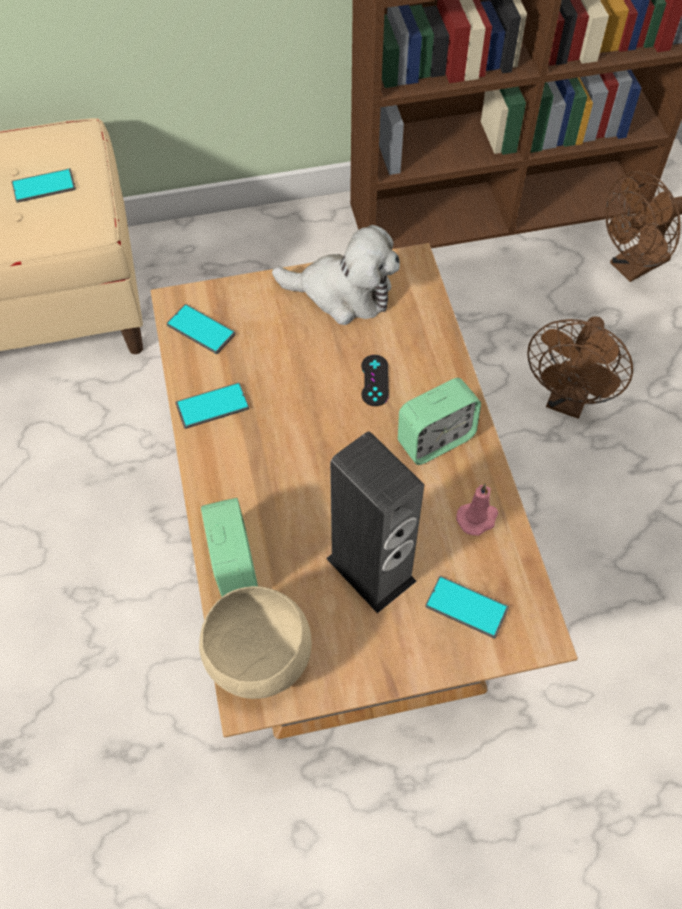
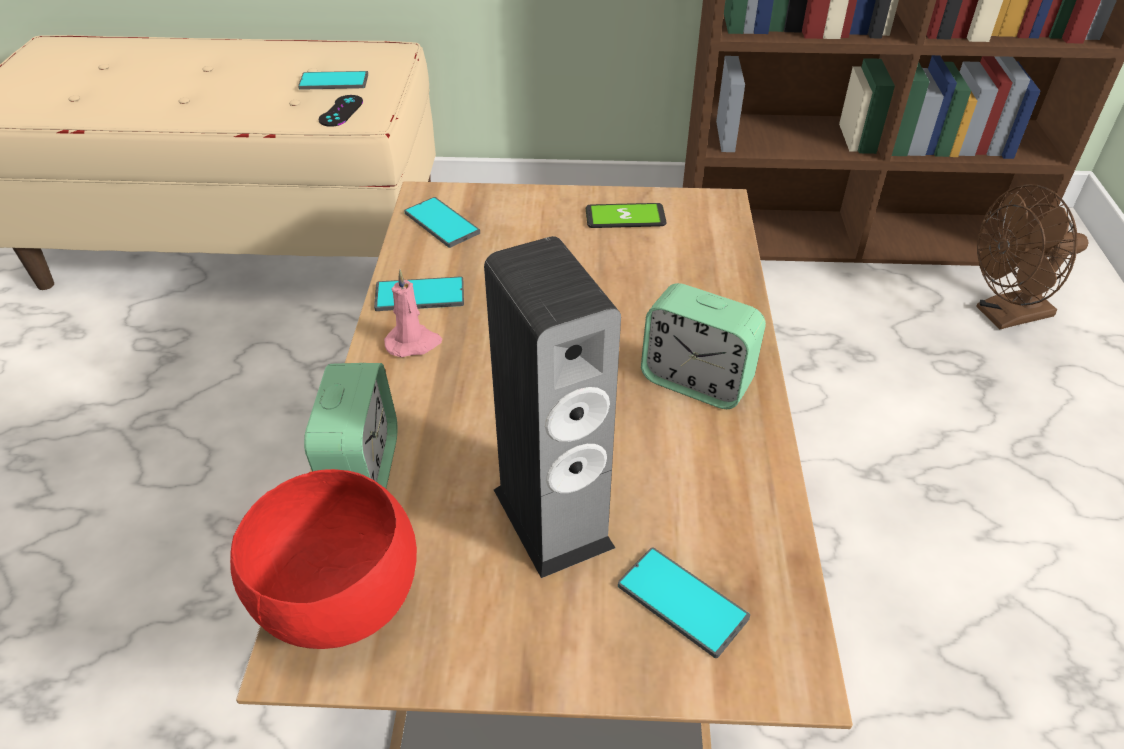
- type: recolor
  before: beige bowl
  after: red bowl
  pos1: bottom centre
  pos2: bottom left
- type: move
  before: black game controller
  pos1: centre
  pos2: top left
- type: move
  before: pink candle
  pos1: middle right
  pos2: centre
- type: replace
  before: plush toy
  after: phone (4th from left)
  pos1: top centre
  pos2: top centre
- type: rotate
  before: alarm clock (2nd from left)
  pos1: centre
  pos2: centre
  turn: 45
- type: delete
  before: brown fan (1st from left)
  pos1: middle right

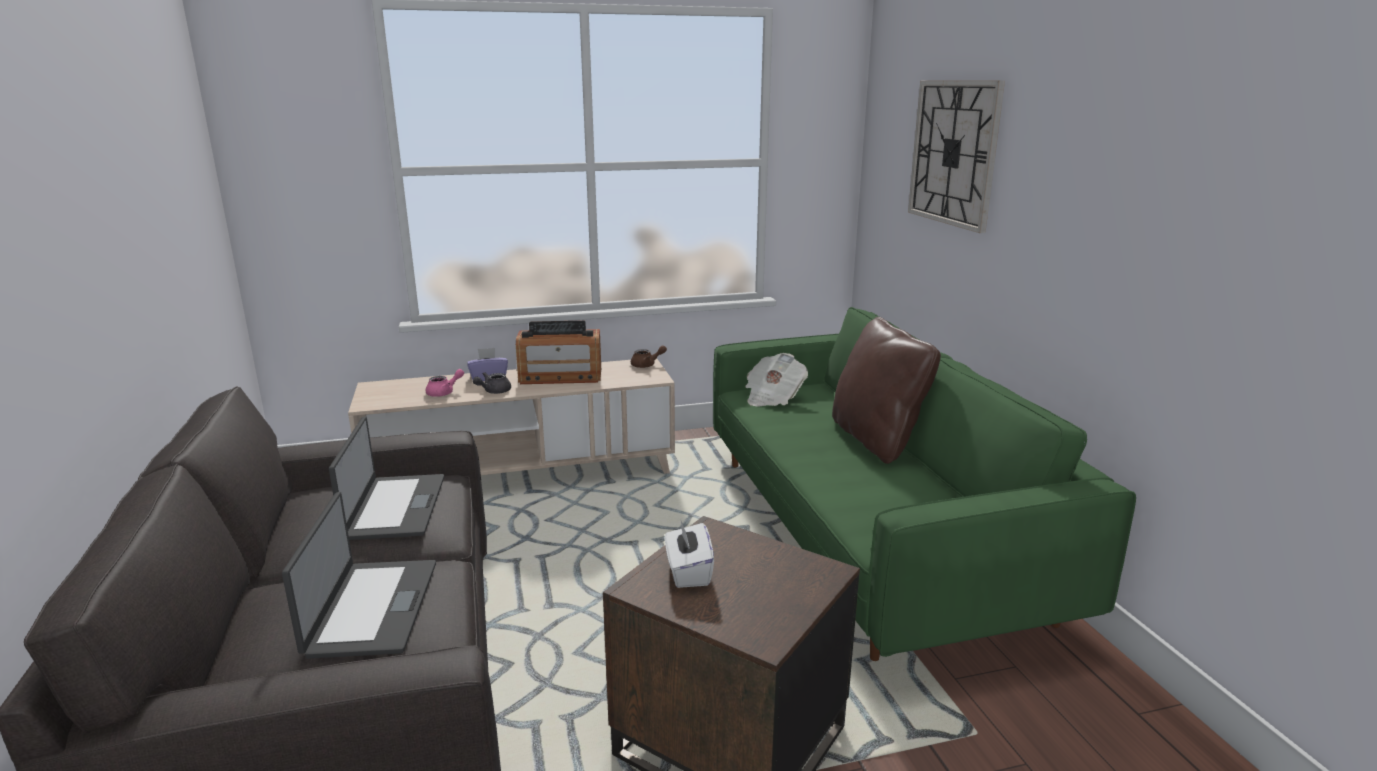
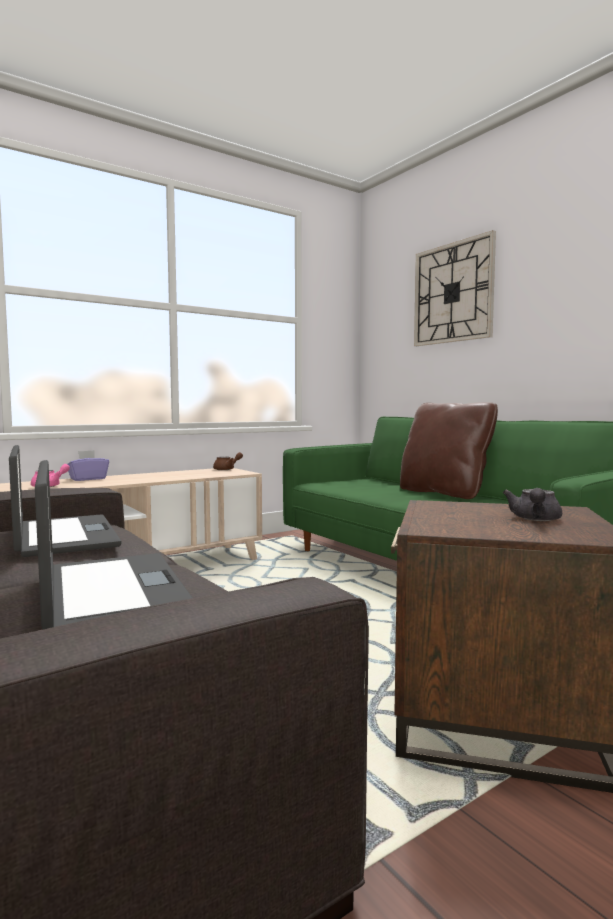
- type: move
  before: grey teapot
  pos1: centre
  pos2: middle right
- type: delete
  before: radio
  pos1: centre
- type: delete
  before: white tissue box
  pos1: bottom centre
- type: delete
  before: newspaper
  pos1: centre

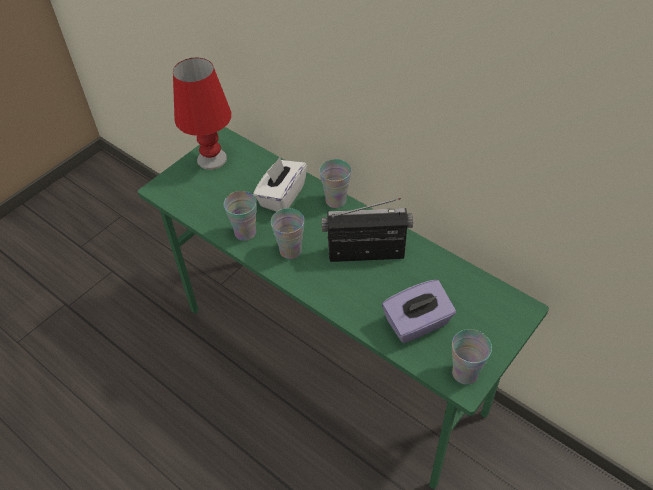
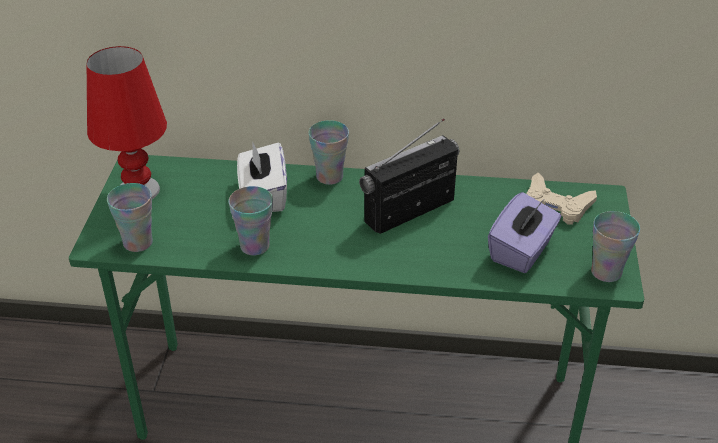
- type: move
  before: cup (2nd from left in the first image)
  after: cup (1st from left)
  pos1: centre
  pos2: middle left
- type: insert
  after: beige game controller
  pos2: middle right

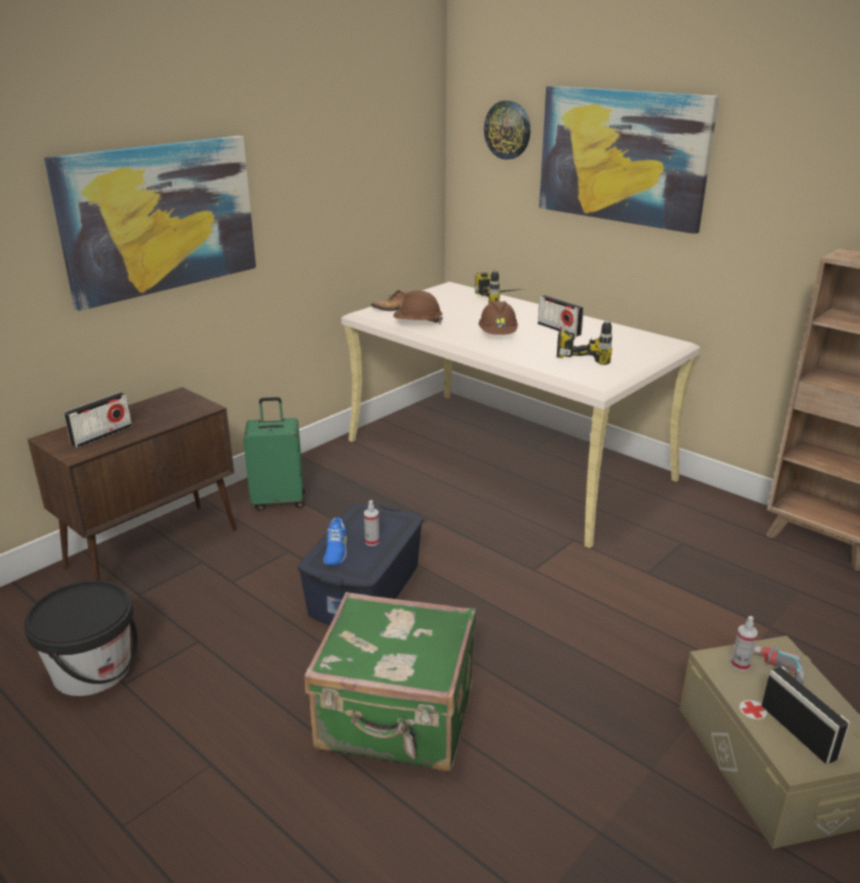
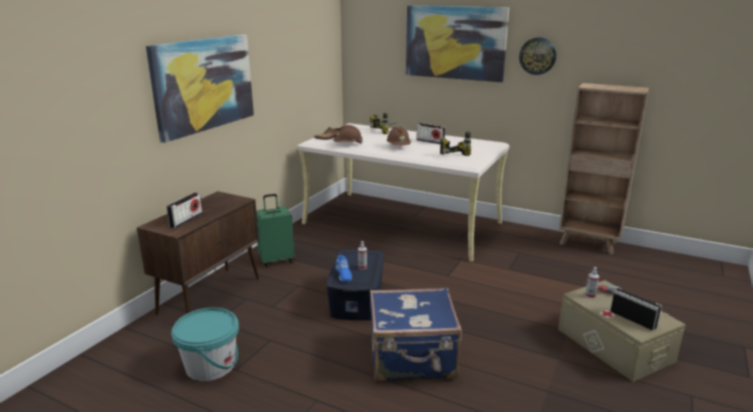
- type: recolor
  before: black bucket
  after: turquoise bucket
  pos1: bottom left
  pos2: bottom left
- type: recolor
  before: green suitcase (2nd from left)
  after: blue suitcase
  pos1: bottom centre
  pos2: bottom centre
- type: move
  before: wall clock
  pos1: top centre
  pos2: top right

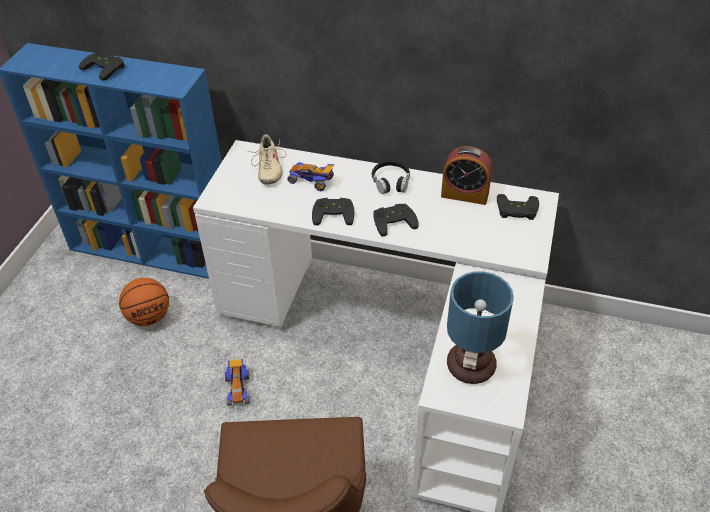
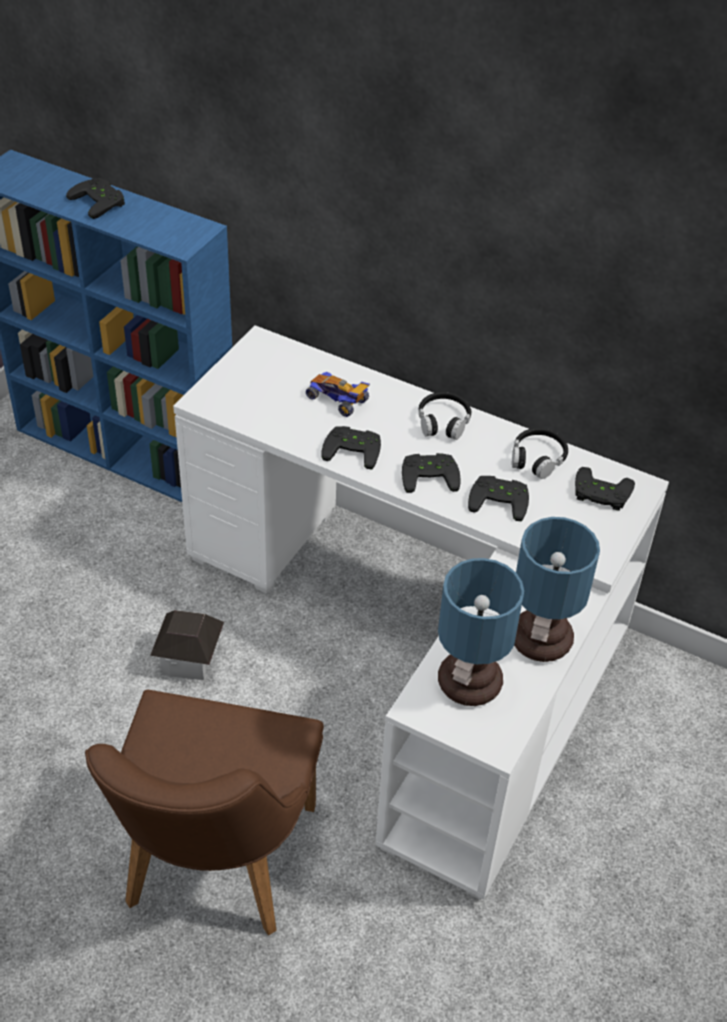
- type: replace
  before: toy car (1st from left)
  after: toy house
  pos1: bottom centre
  pos2: middle left
- type: insert
  after: black game controller (4th from left)
  pos2: middle right
- type: replace
  before: alarm clock
  after: black headphones (2nd from left)
  pos1: centre
  pos2: middle right
- type: insert
  after: table lamp (2nd from left)
  pos2: middle right
- type: delete
  before: basketball
  pos1: middle left
- type: delete
  before: beige shoe
  pos1: top centre

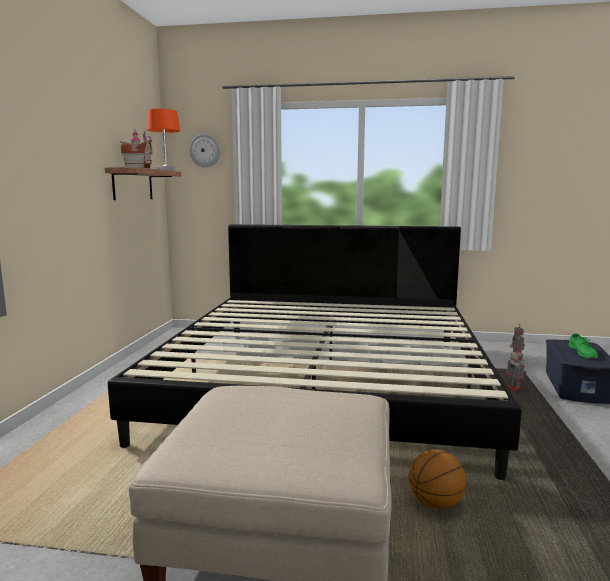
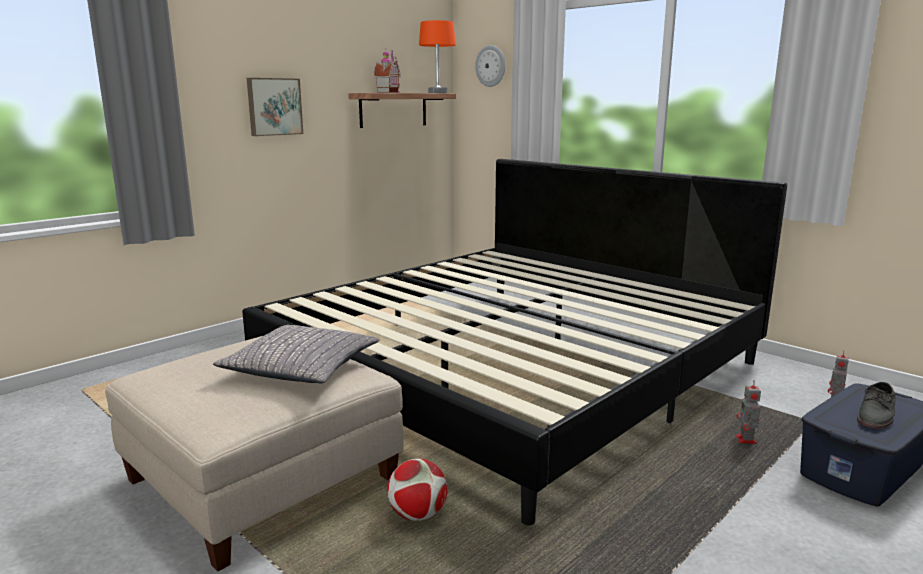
- type: insert
  after: grey pillow
  pos2: middle left
- type: insert
  after: picture
  pos2: top left
- type: replace
  before: basketball
  after: football
  pos1: bottom right
  pos2: bottom centre
- type: recolor
  before: green shoe
  after: grey shoe
  pos1: middle right
  pos2: bottom right

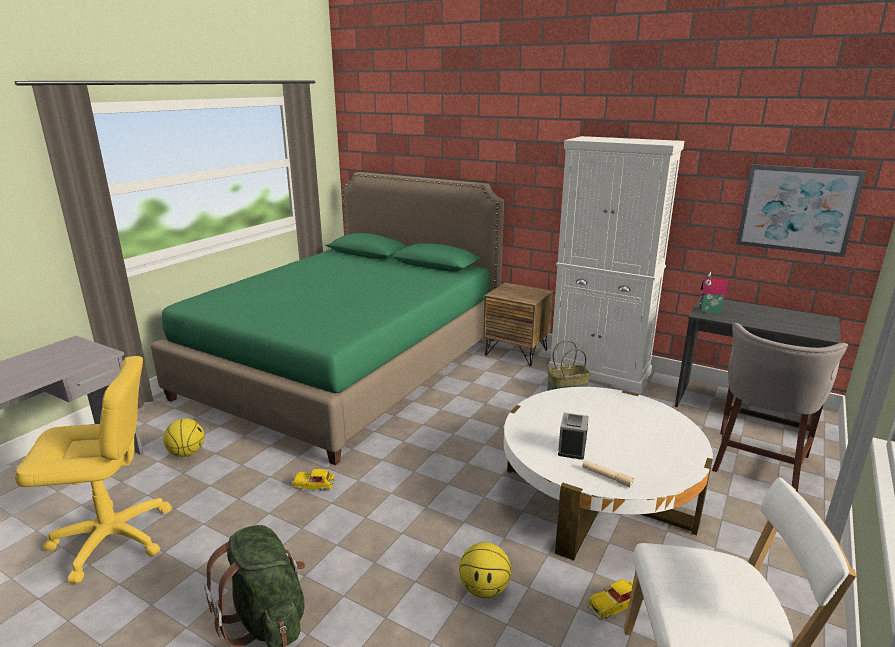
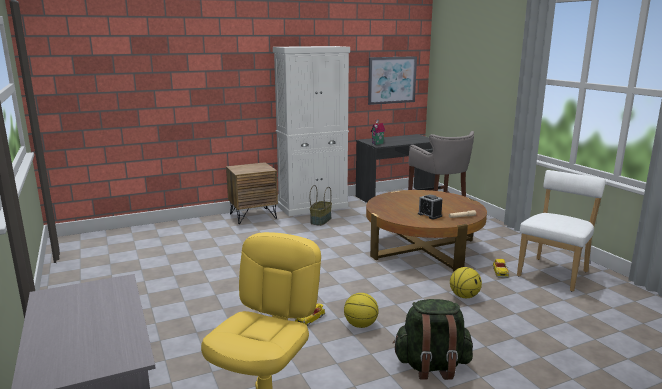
- type: move
  before: basketball (1st from left)
  pos1: bottom left
  pos2: bottom centre
- type: recolor
  before: white coffee table
  after: brown coffee table
  pos1: bottom right
  pos2: centre
- type: delete
  before: green bed
  pos1: centre

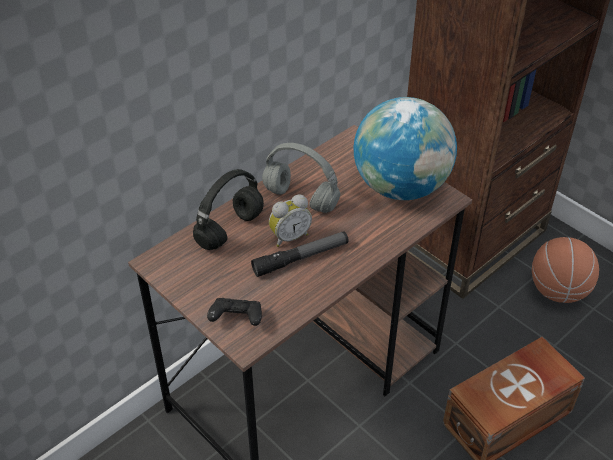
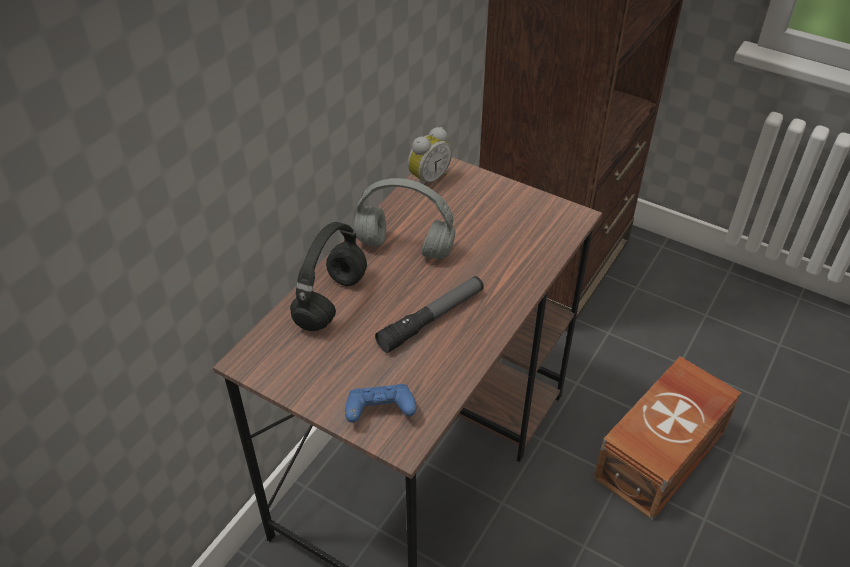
- type: recolor
  before: black game controller
  after: blue game controller
  pos1: bottom centre
  pos2: bottom centre
- type: move
  before: alarm clock
  pos1: centre
  pos2: top centre
- type: delete
  before: globe
  pos1: top centre
- type: delete
  before: basketball
  pos1: middle right

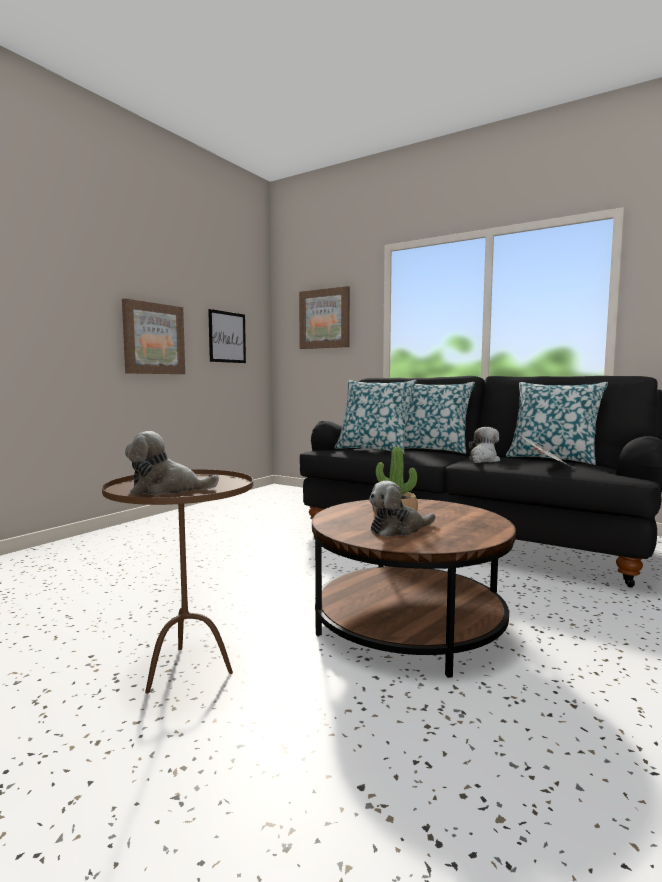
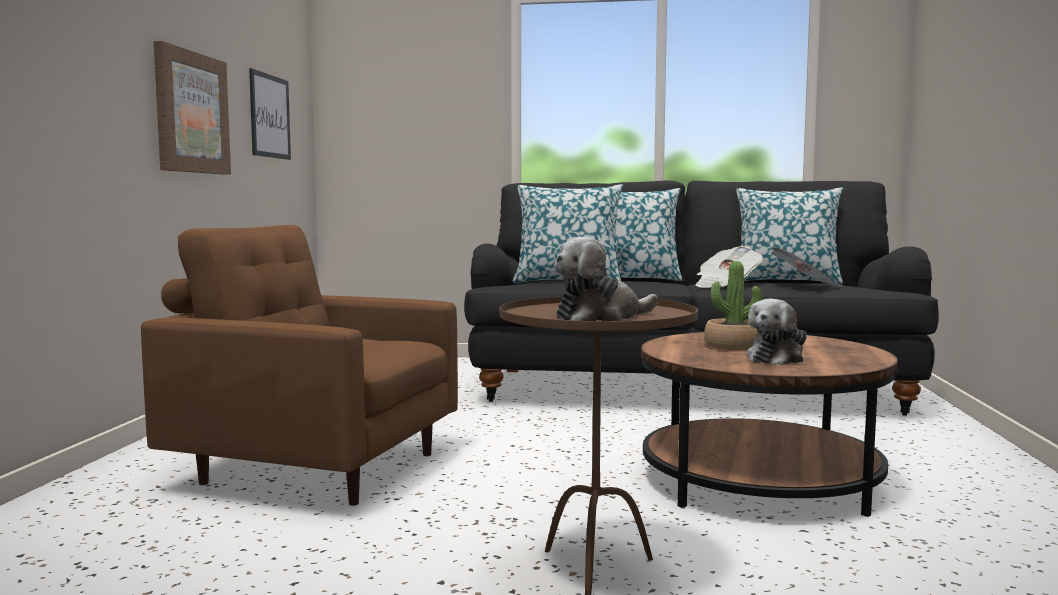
- type: insert
  after: brown armchair
  pos2: middle left
- type: replace
  before: plush toy (3rd from left)
  after: newspaper (1st from left)
  pos1: middle right
  pos2: middle right
- type: delete
  before: picture (3rd from left)
  pos1: centre

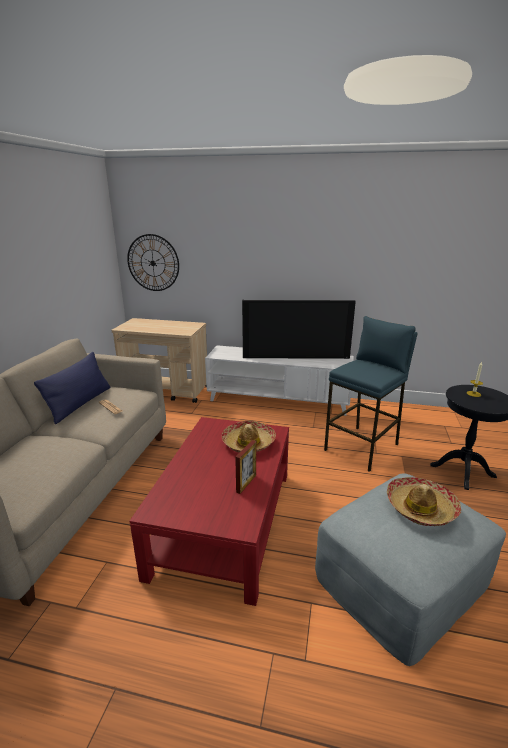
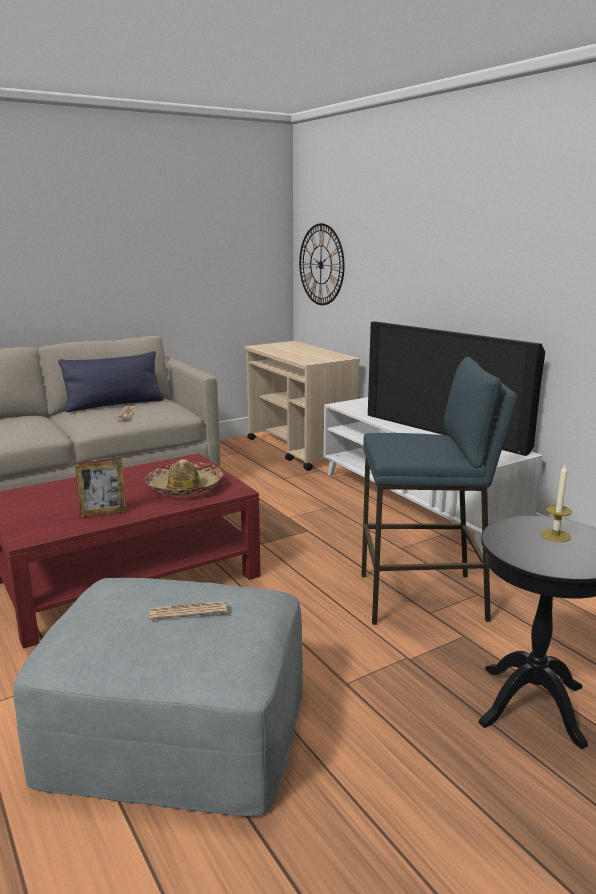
- type: replace
  before: hat (2nd from left)
  after: newspaper (2nd from left)
  pos1: bottom right
  pos2: bottom left

